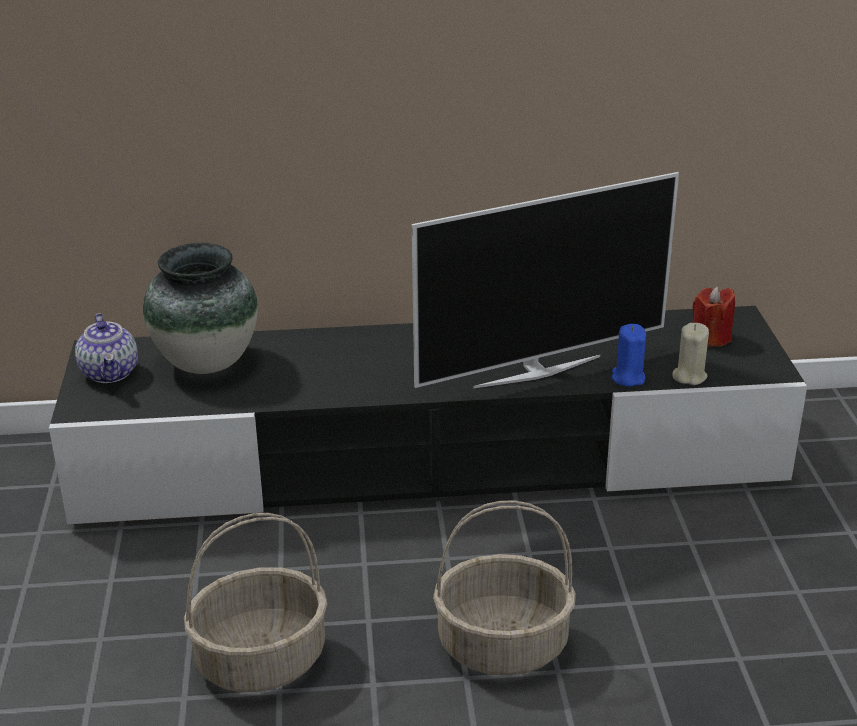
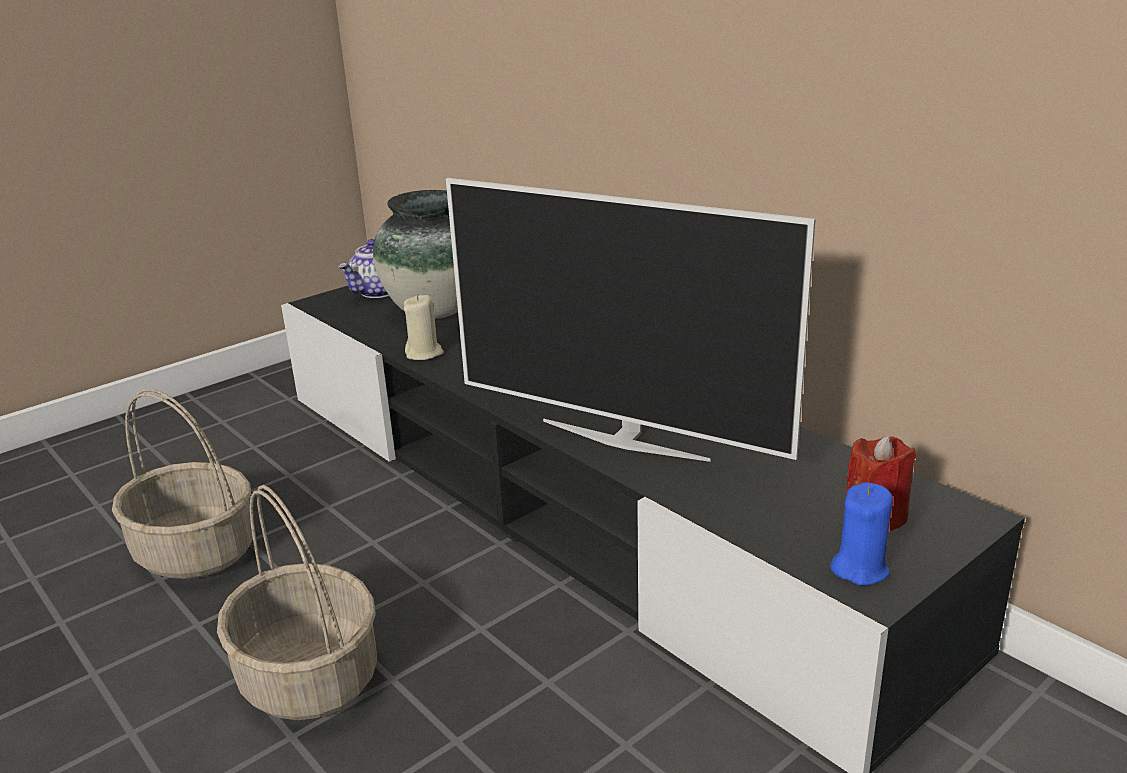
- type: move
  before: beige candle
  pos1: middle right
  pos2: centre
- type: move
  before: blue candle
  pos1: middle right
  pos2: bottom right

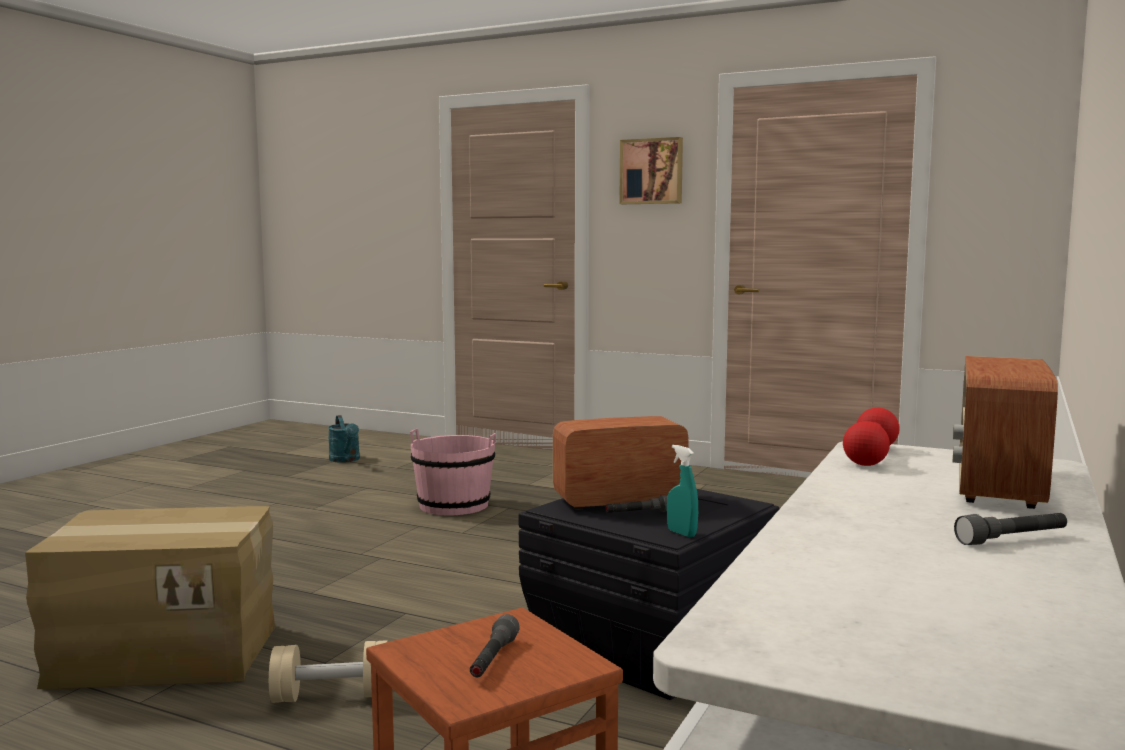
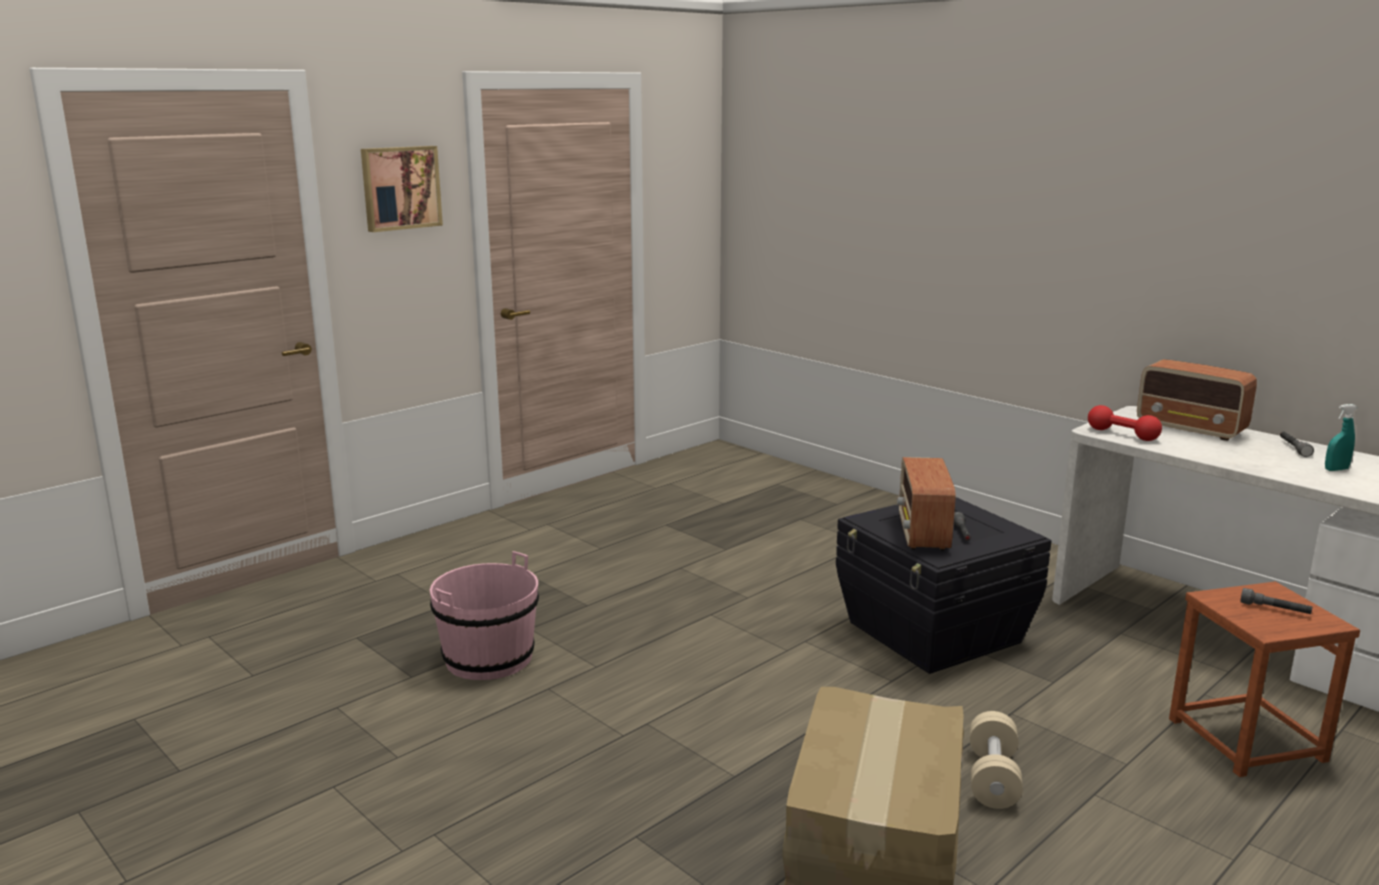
- type: move
  before: turquoise spray bottle
  pos1: centre
  pos2: middle right
- type: delete
  before: turquoise watering can
  pos1: middle left

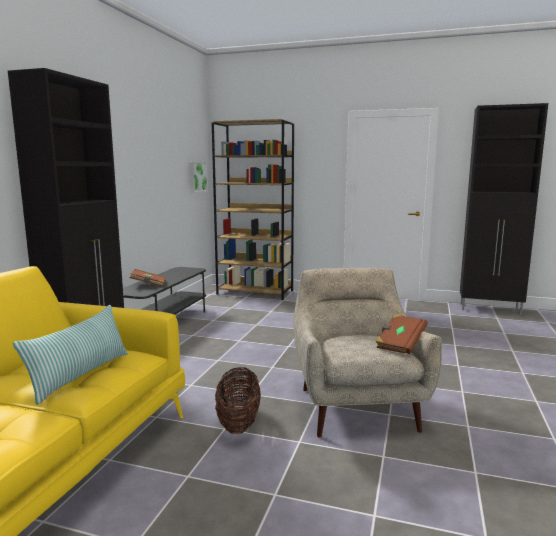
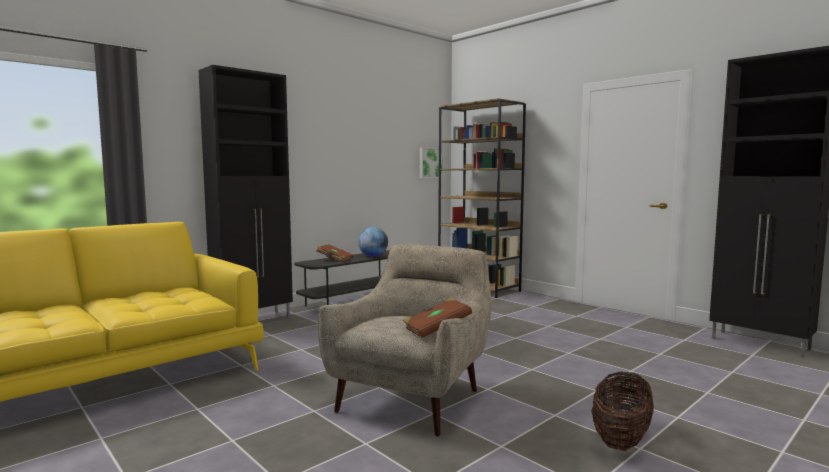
- type: insert
  after: globe
  pos2: centre
- type: move
  before: basket
  pos1: bottom centre
  pos2: bottom right
- type: delete
  before: pillow
  pos1: middle left

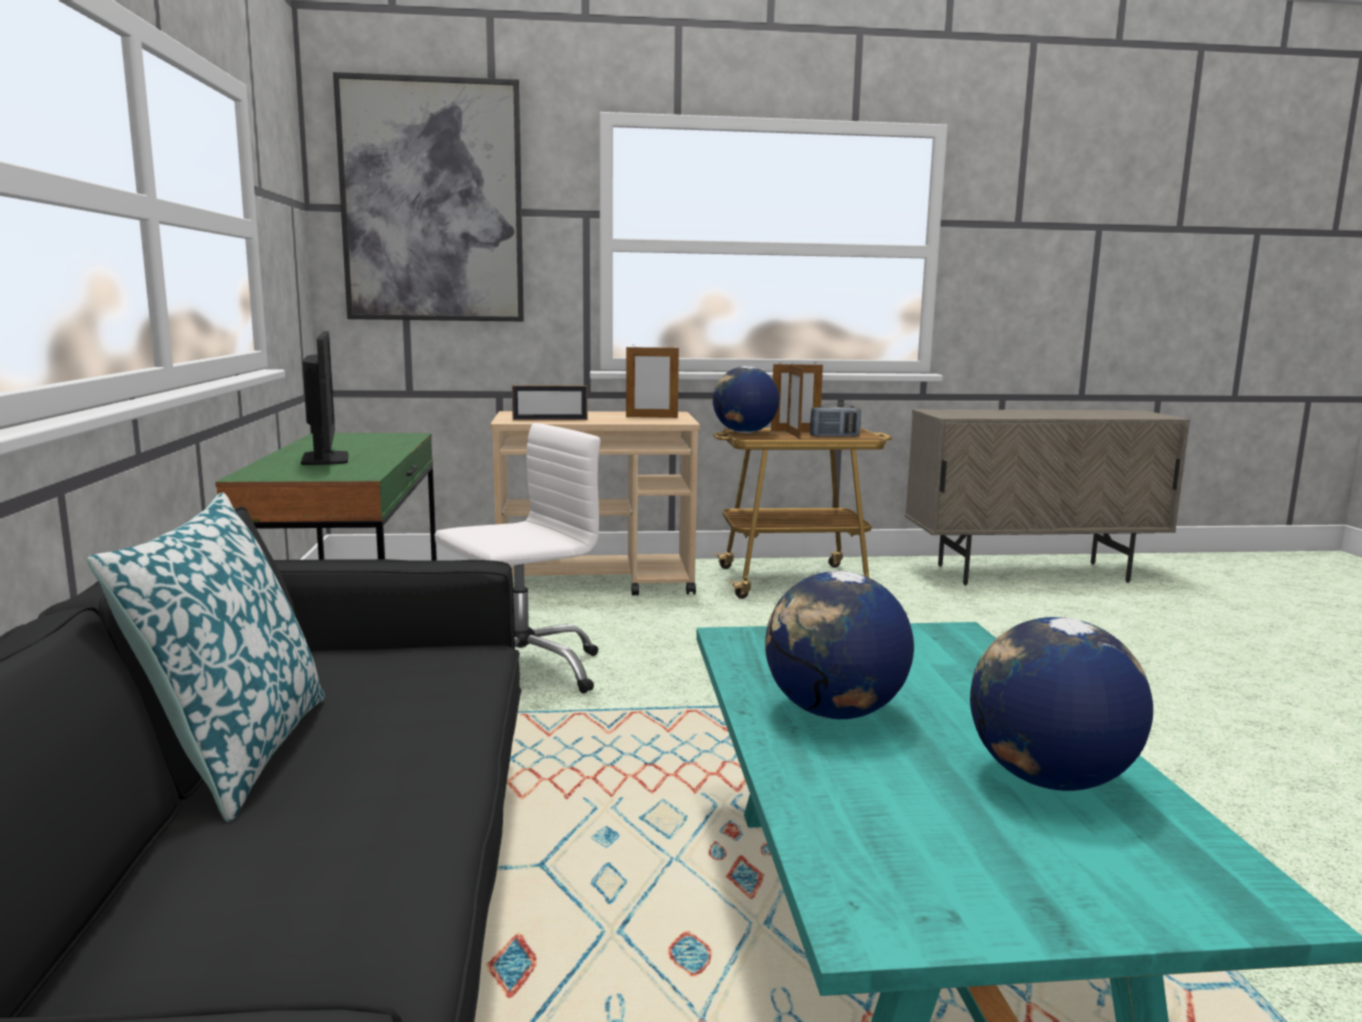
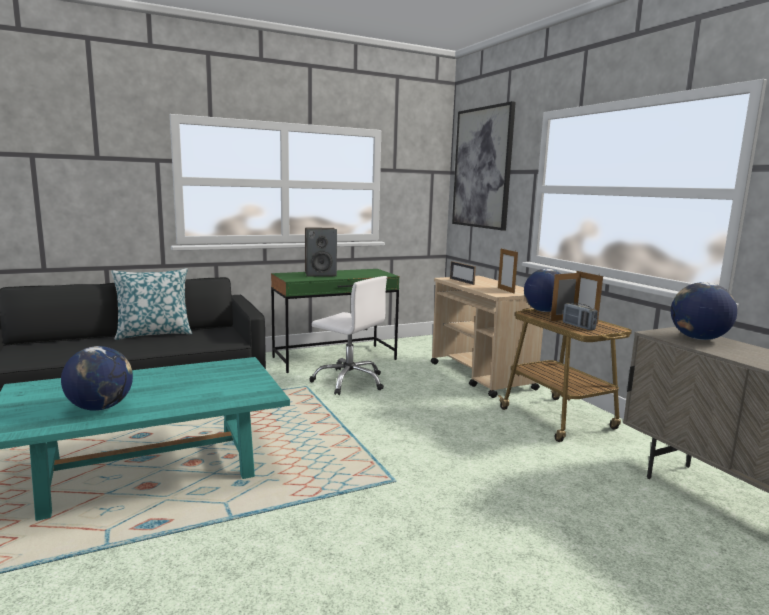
- type: replace
  before: monitor
  after: speaker
  pos1: middle left
  pos2: centre
- type: move
  before: globe (2nd from left in the first image)
  after: globe (3rd from left)
  pos1: centre
  pos2: middle right

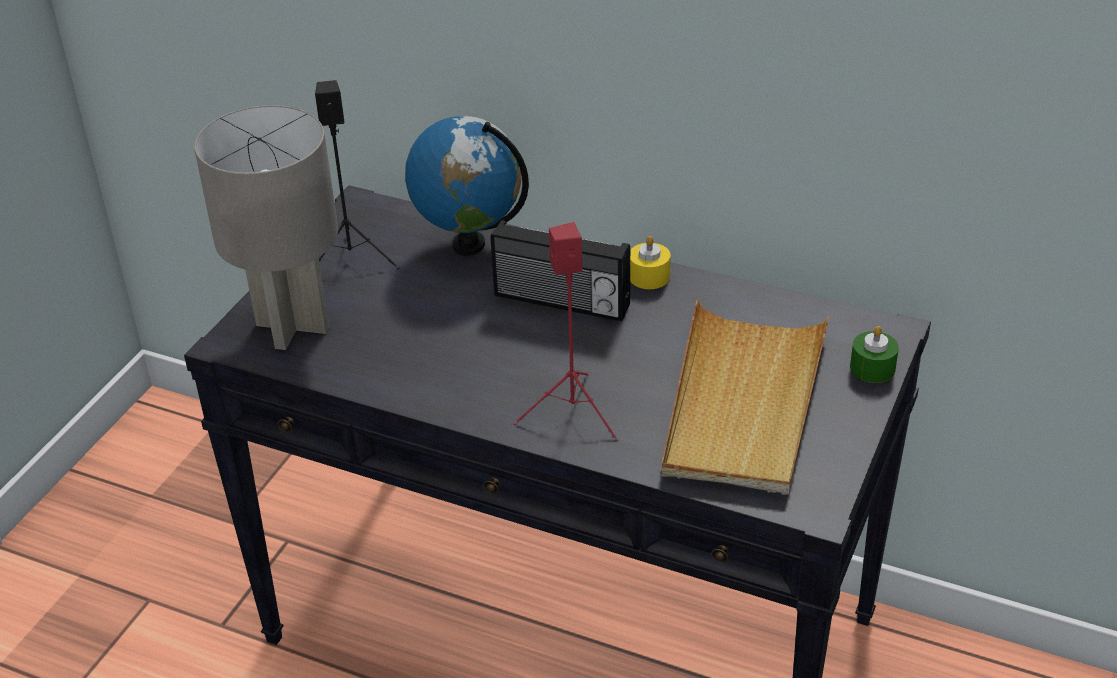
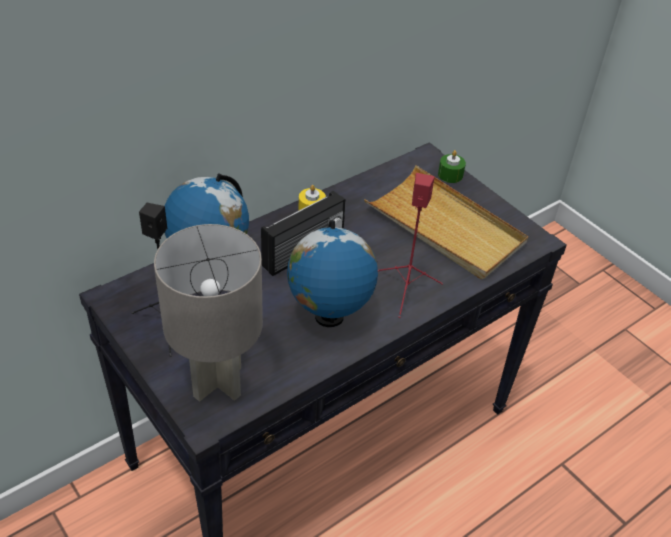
- type: insert
  after: globe (2nd from left)
  pos2: centre

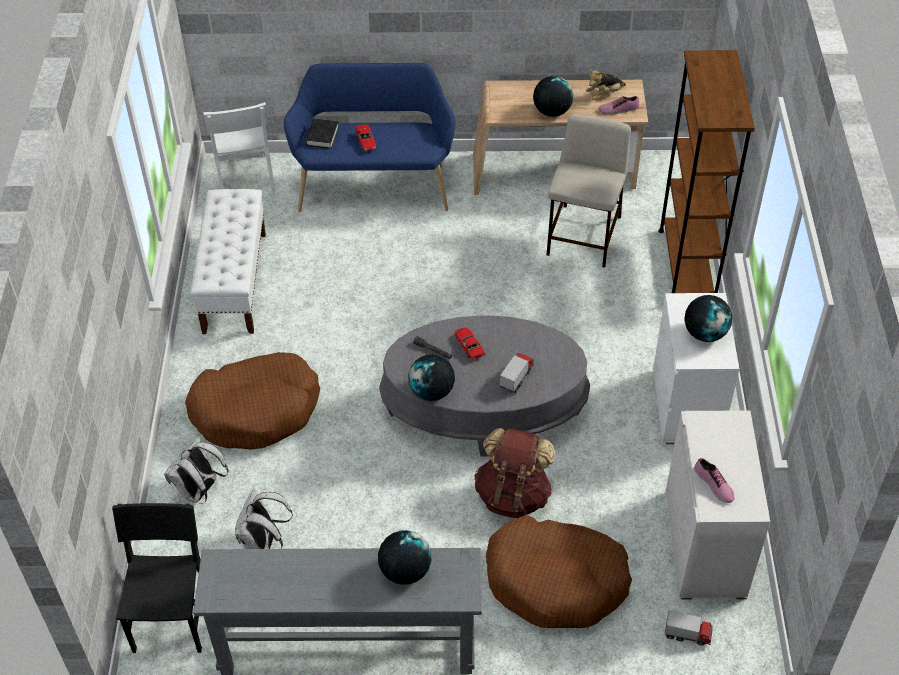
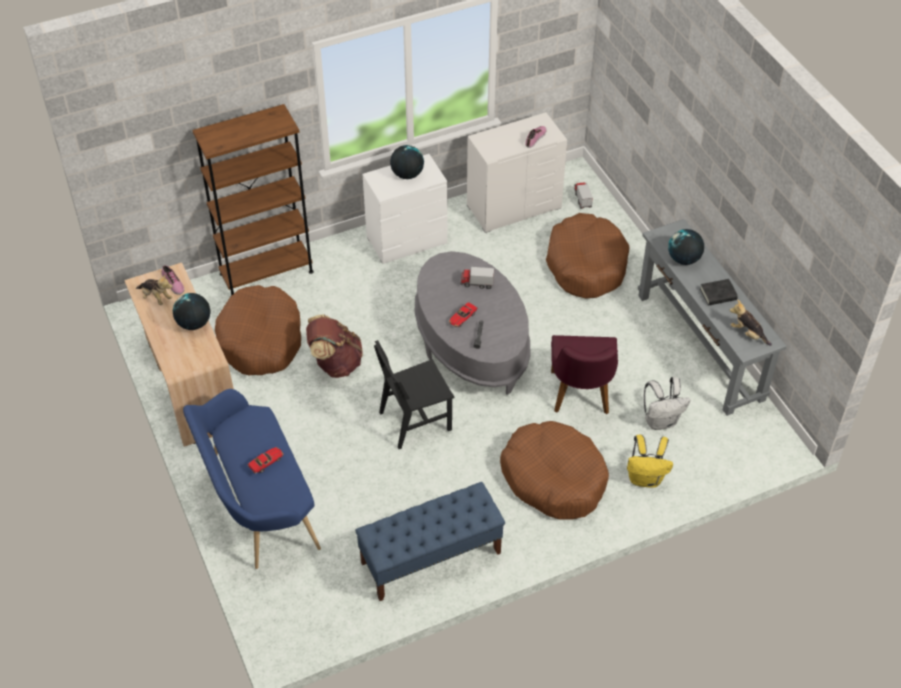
- type: replace
  before: beige stool
  after: brown dog bed (1st from left)
  pos1: top centre
  pos2: middle left
- type: move
  before: brown backpack
  pos1: bottom centre
  pos2: centre
- type: recolor
  before: white bench
  after: blue bench (2nd from left)
  pos1: middle left
  pos2: bottom centre
- type: move
  before: black chair
  pos1: bottom left
  pos2: centre
- type: insert
  after: purple chair
  pos2: centre
- type: recolor
  before: white backpack (1st from left)
  after: yellow backpack
  pos1: bottom left
  pos2: bottom right
- type: move
  before: black book
  pos1: top centre
  pos2: middle right
- type: insert
  after: plush toy (2nd from left)
  pos2: middle right
- type: delete
  before: white chair
  pos1: top left
- type: delete
  before: globe (2nd from left)
  pos1: centre

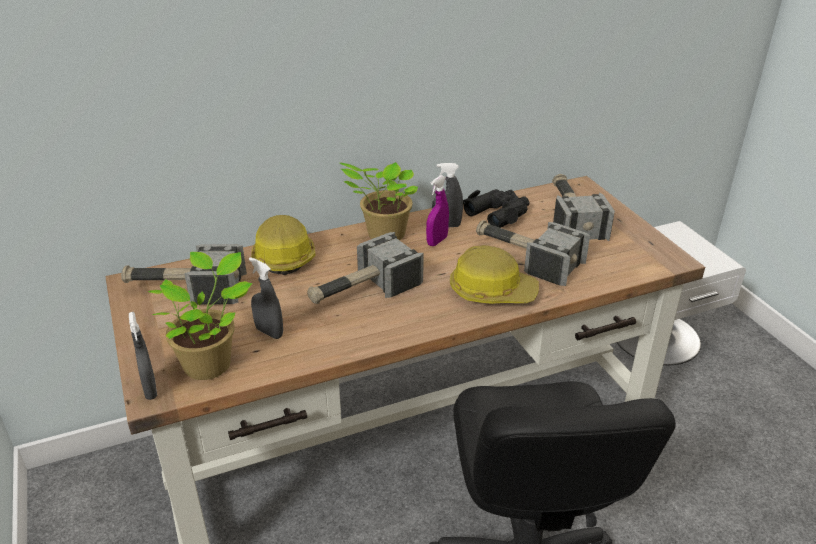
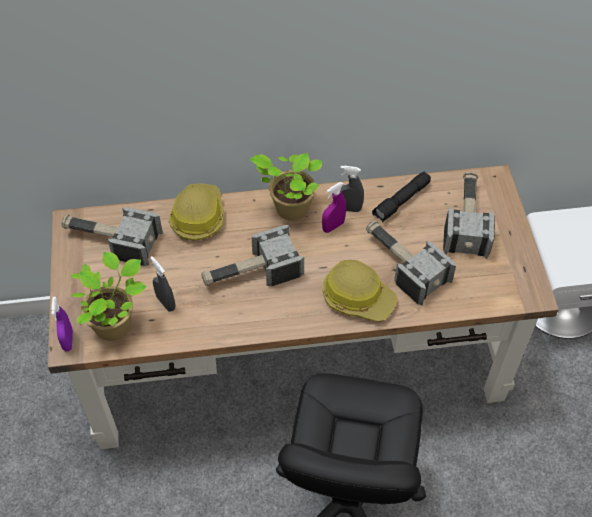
- type: recolor
  before: grey spray bottle (1st from left)
  after: purple spray bottle (1st from left)
  pos1: middle left
  pos2: middle left
- type: replace
  before: black binoculars
  after: black flashlight
  pos1: centre
  pos2: middle right

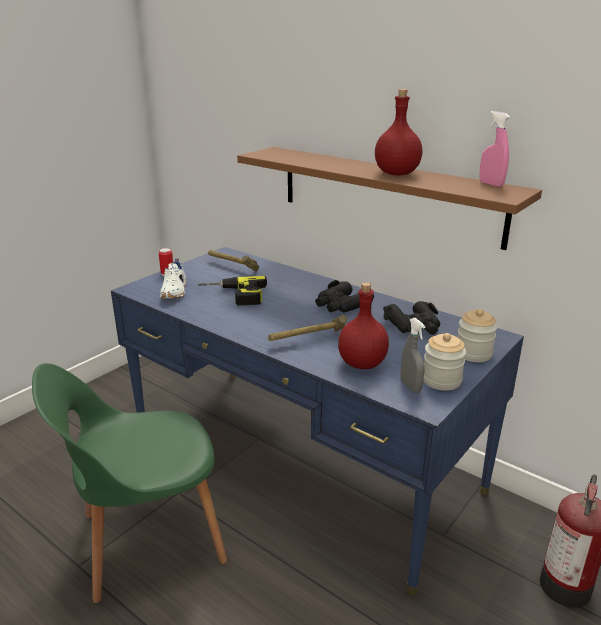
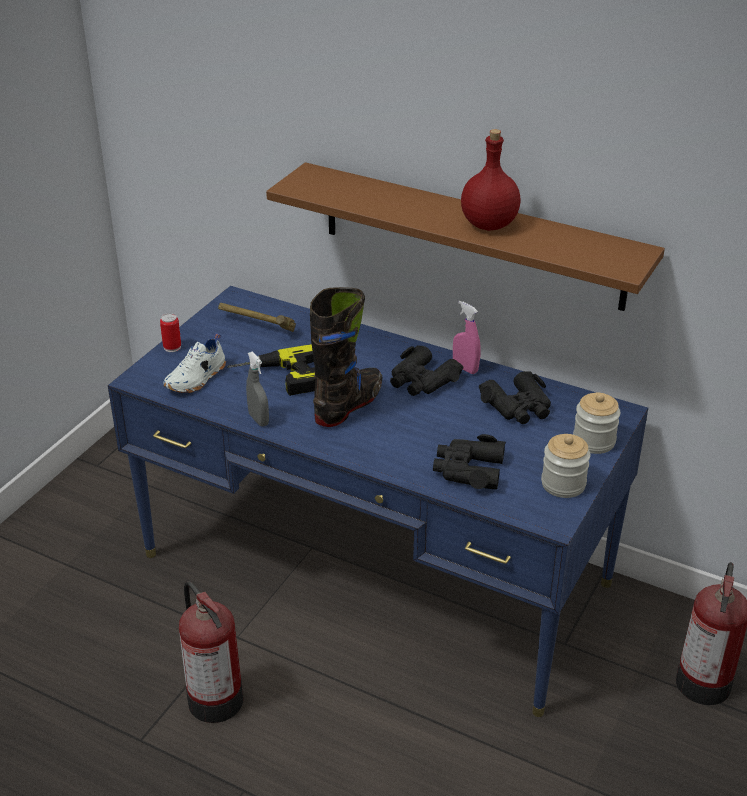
- type: rotate
  before: white shoe
  pos1: middle left
  pos2: middle left
  turn: 45
- type: replace
  before: green chair
  after: fire extinguisher (1st from left)
  pos1: bottom left
  pos2: bottom left
- type: move
  before: grey spray bottle
  pos1: middle right
  pos2: centre
- type: insert
  after: black boot
  pos2: centre
- type: replace
  before: red bottle (1st from left)
  after: black binoculars (2nd from left)
  pos1: centre
  pos2: centre
- type: move
  before: pink spray bottle
  pos1: top right
  pos2: centre
- type: delete
  before: hammer (2nd from left)
  pos1: centre

